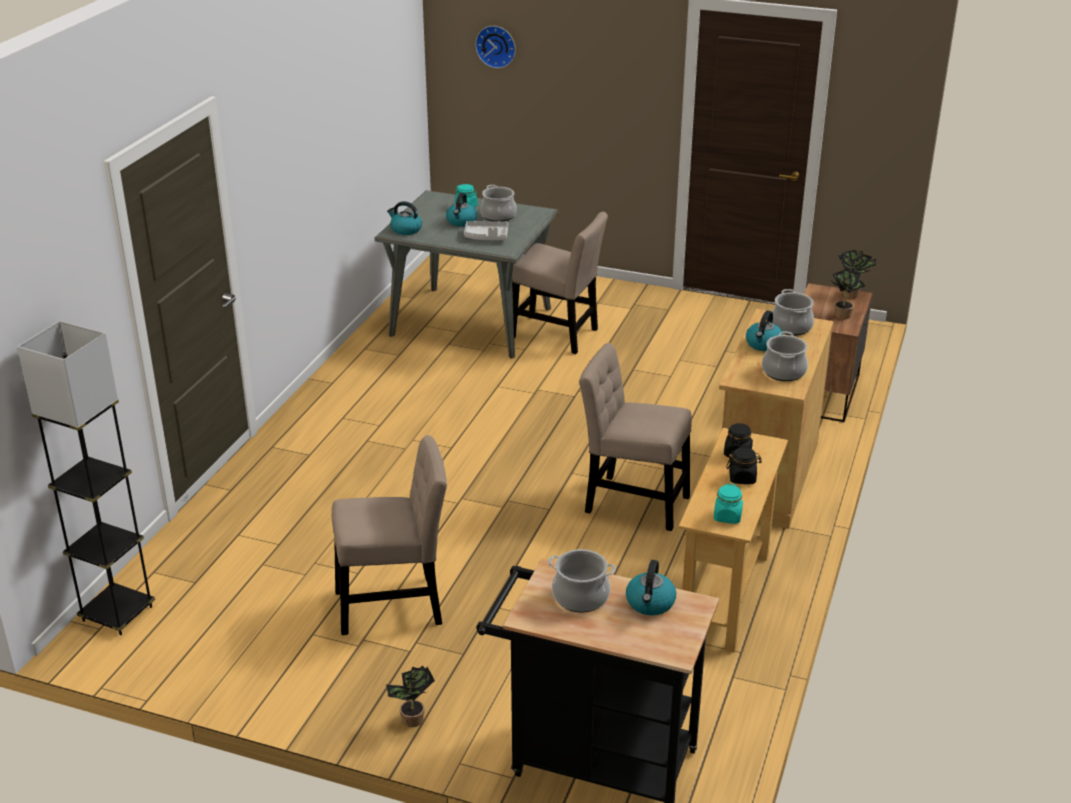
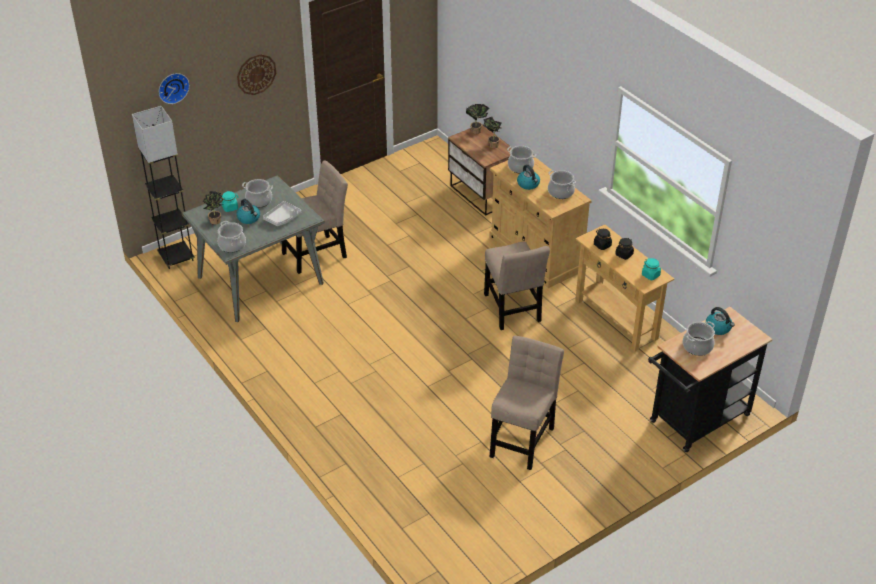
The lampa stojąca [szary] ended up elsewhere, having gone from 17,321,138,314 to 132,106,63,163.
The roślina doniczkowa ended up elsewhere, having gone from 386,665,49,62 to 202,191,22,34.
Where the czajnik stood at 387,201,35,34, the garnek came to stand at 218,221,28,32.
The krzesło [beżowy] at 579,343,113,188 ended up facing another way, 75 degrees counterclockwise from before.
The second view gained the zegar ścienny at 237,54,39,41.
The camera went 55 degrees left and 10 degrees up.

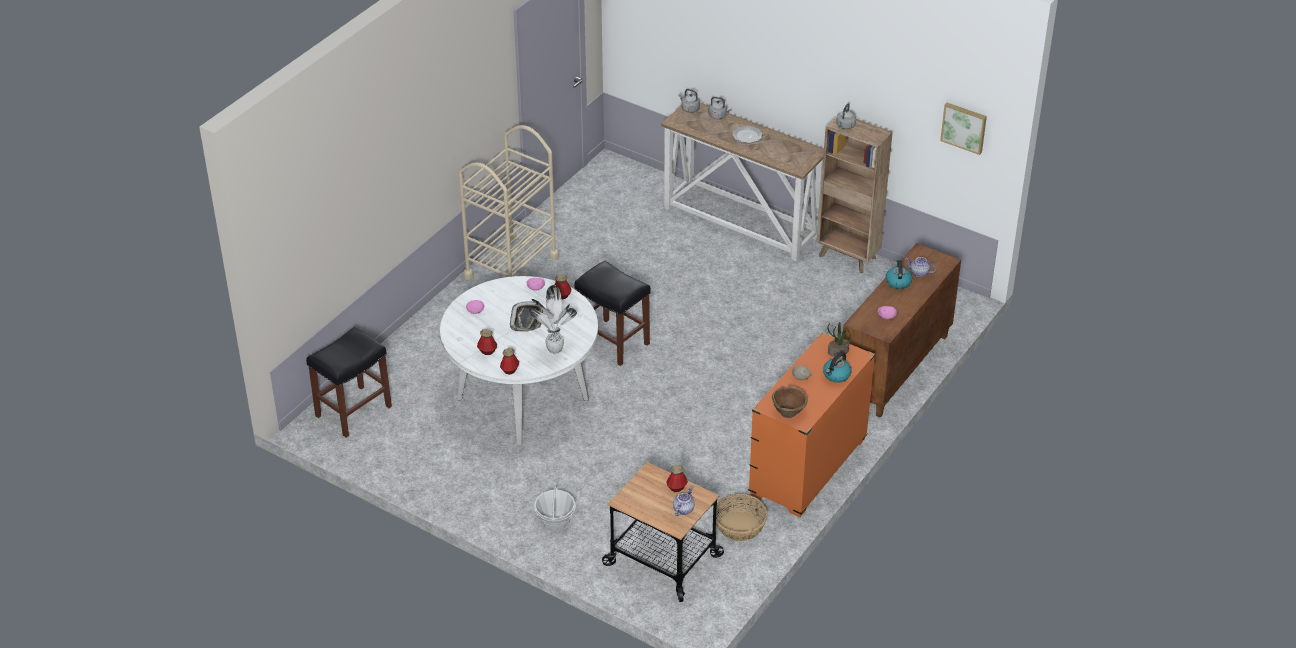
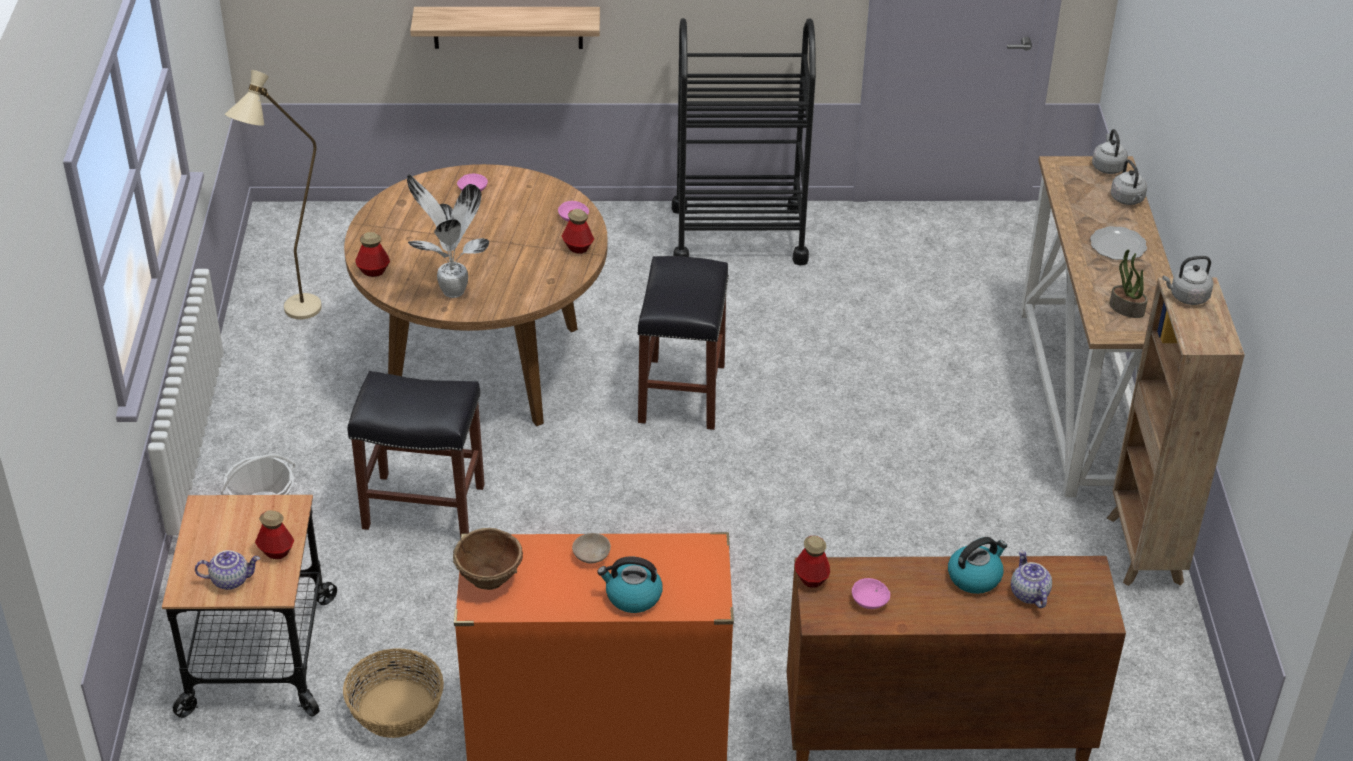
The stołek [czarny] ended up elsewhere, having gone from 306,327,86,110 to 348,371,137,167.
What was the stół jadalny [biały] at 440,276,158,169 turned into the stół jadalny [brązowy] at 344,164,264,262.
What was the wózek [beżowy] at 459,125,100,155 turned into the wózek [czarny] at 672,18,144,247.
The butelka ended up elsewhere, having gone from 477,329,20,26 to 795,536,35,52.
The second view lost the taca at 510,301,34,31.
The roślina doniczkowa ended up elsewhere, having gone from 827,322,25,34 to 1109,250,39,68.
The second view lost the obraz at 940,103,47,52.
The second view gained the lampa stojąca [beżowy] at 225,70,97,249.
The second view gained the półka at 410,7,190,42.
The camera went 55 degrees right and 0 degrees up.

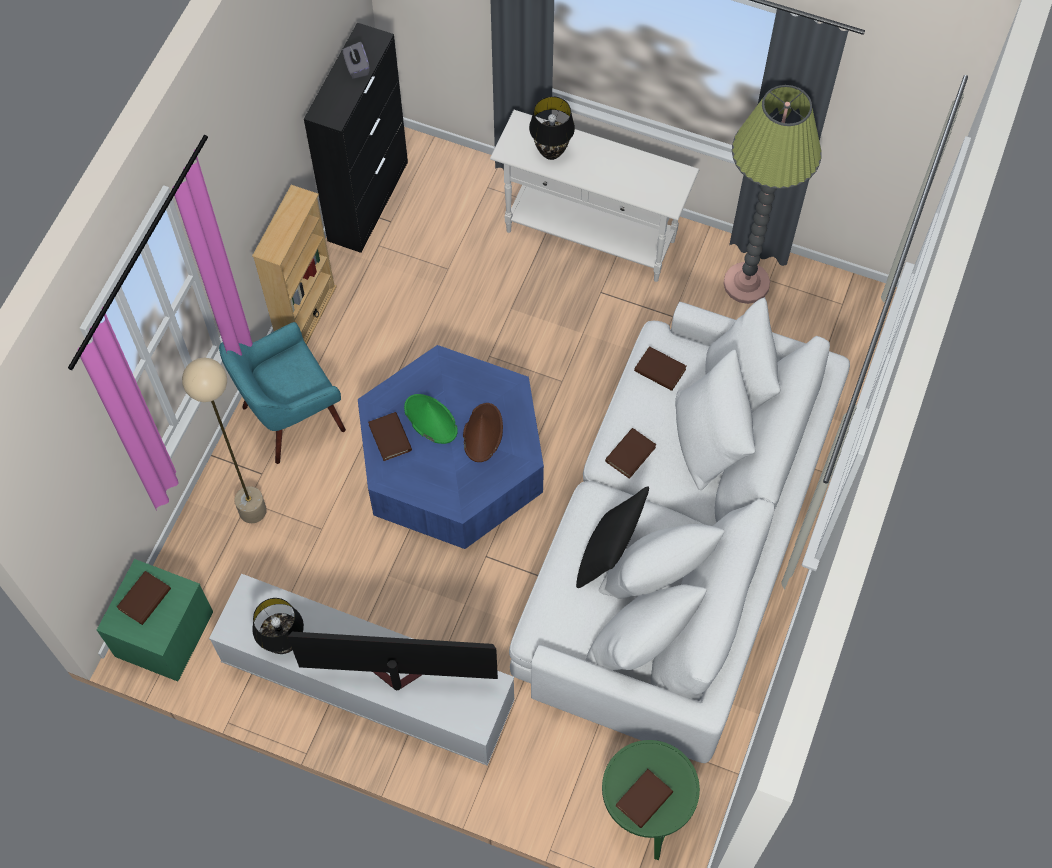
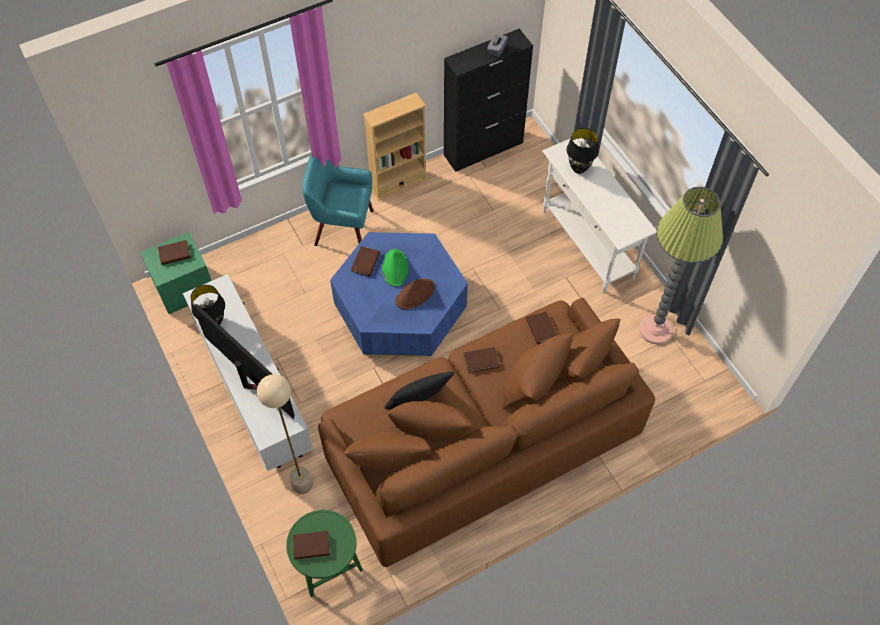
The lampa stojąca [beżowy] ended up elsewhere, having gone from 182,358,85,165 to 257,374,56,120.
What was the kanapa [biały] at 509,297,341,466 turned into the kanapa [brązowy] at 318,298,337,269.
The camera went 40 degrees right and 5 degrees down.

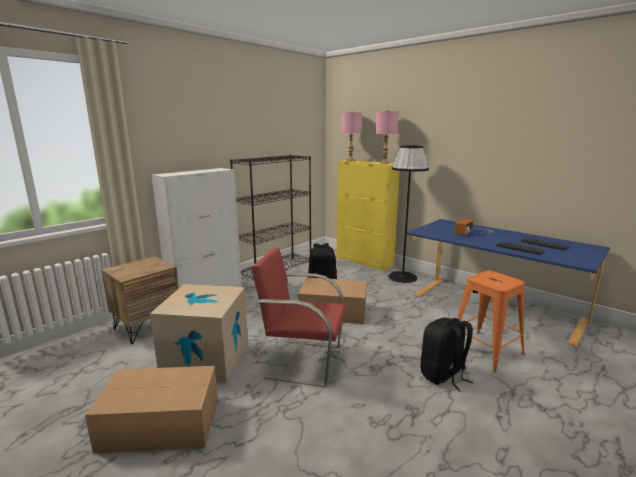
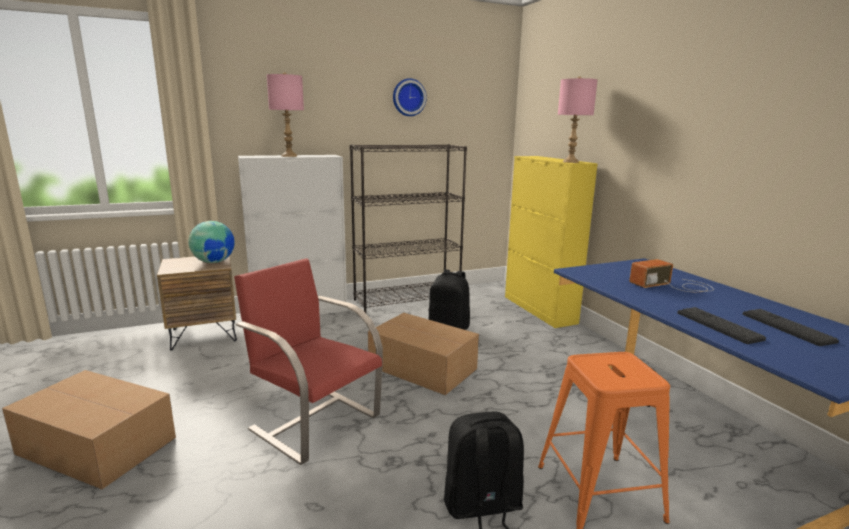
The second view lost the karton at 150,284,98,99.
The lampa stołowa [różowy] ended up elsewhere, having gone from 341,111,21,50 to 267,72,37,85.
The second view lost the lampa stojąca [czarny] at 389,146,40,137.
The second view gained the globus at 188,221,47,42.
The second view gained the zegar ścienny at 393,78,34,38.
The camera went 25 degrees right and 0 degrees up.

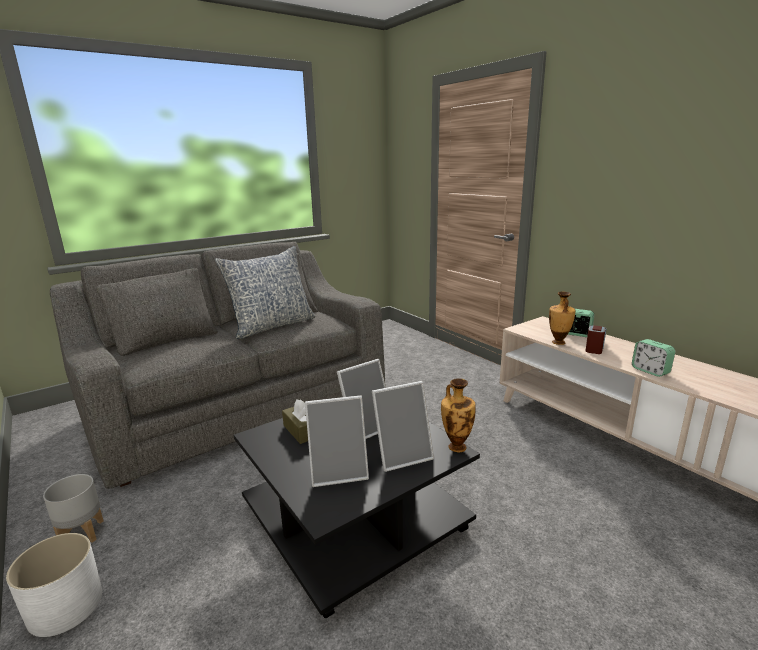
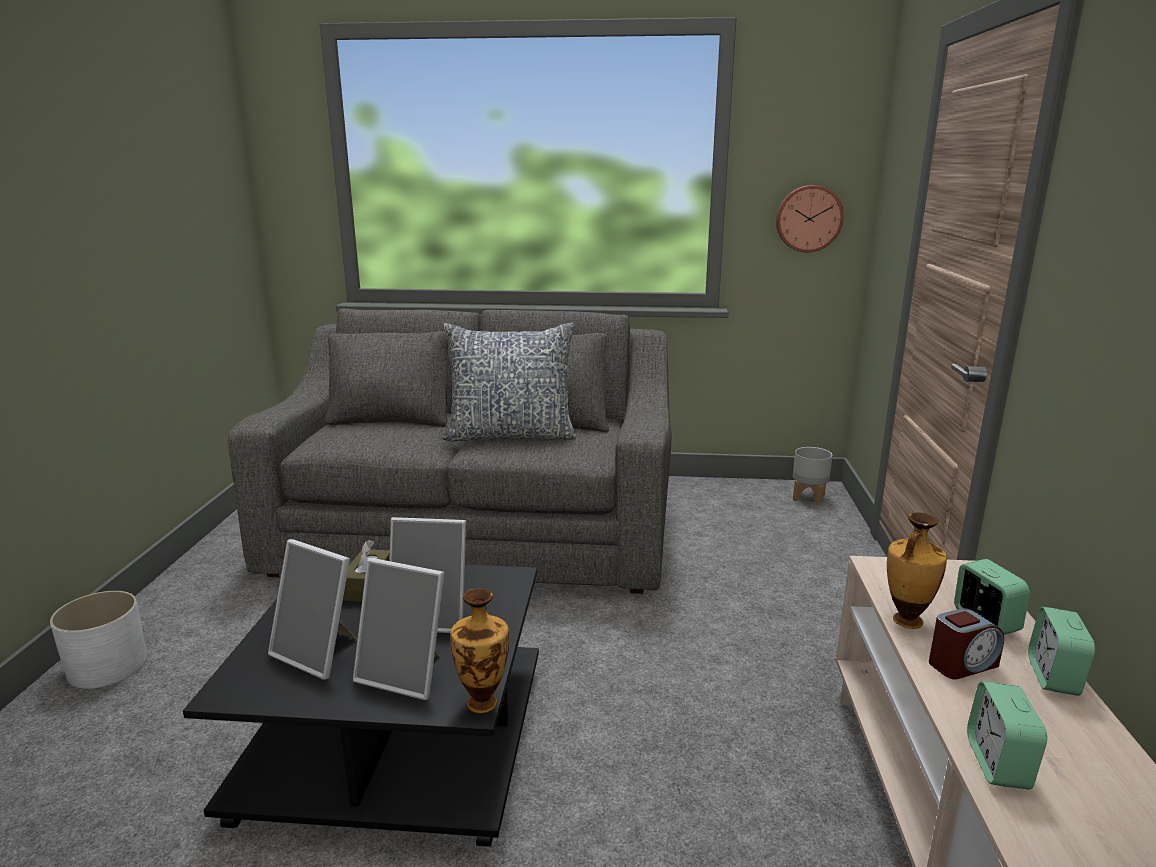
The donica [szary] ended up elsewhere, having gone from 43,474,61,69 to 793,447,40,58.
The second view gained the zegar ścienny at 776,185,68,67.
The second view gained the budzik at 1028,607,67,89.
The camera went 40 degrees right and 0 degrees up.

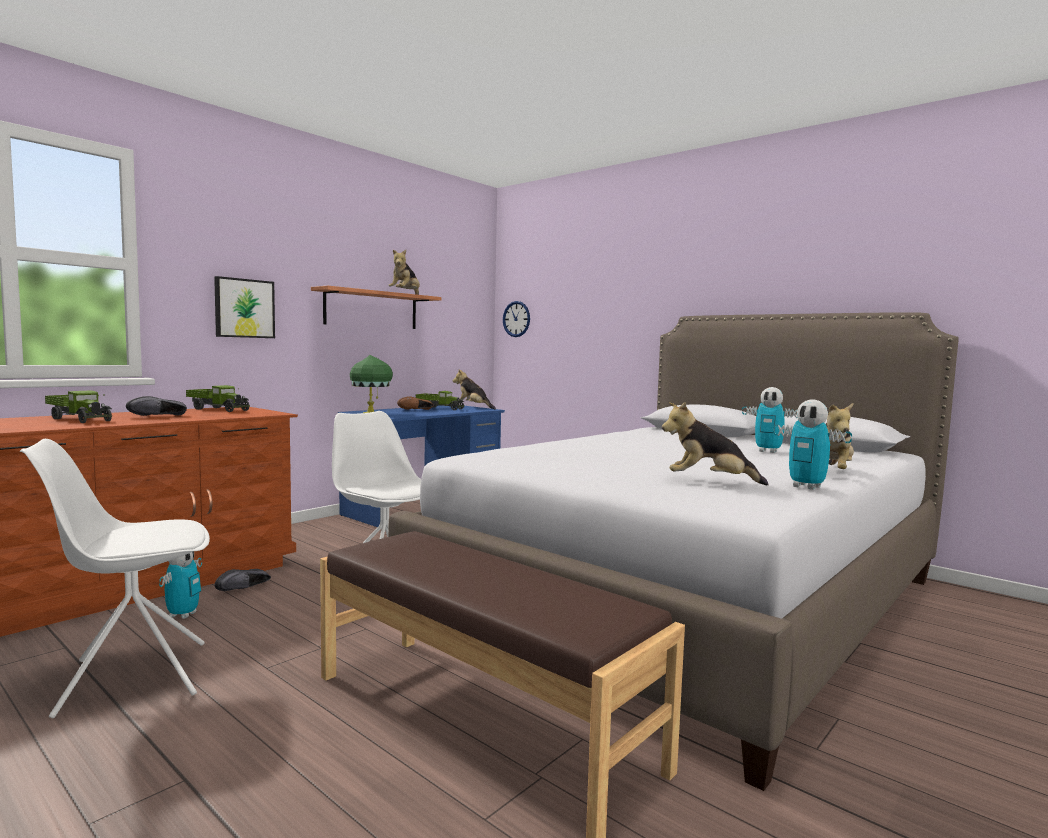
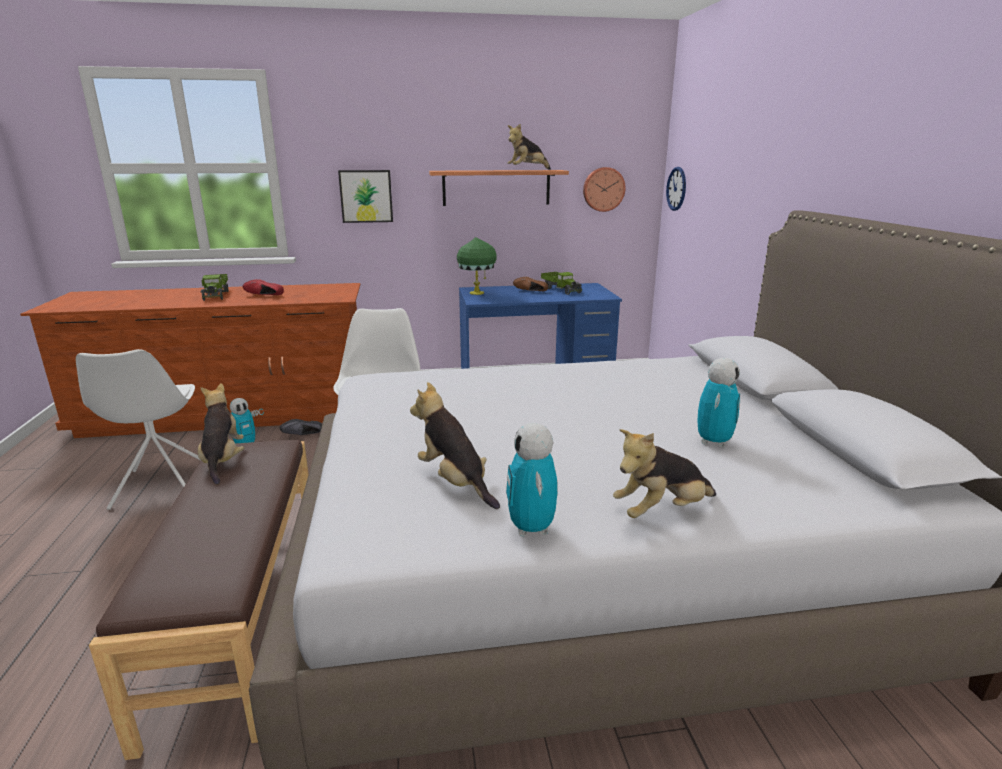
The krzesło [biały] at 20,439,190,279 ended up facing another way, 120 degrees counterclockwise from before.
What was the but [czarny] at 126,396,61,20 turned into the but [czerwony] at 243,279,41,16.
The second view lost the ciężarówka zabawkowa at 186,385,64,27.
The pluszak ended up elsewhere, having gone from 453,369,43,40 to 198,383,46,102.
The robot zabawkowy at 742,387,55,66 ended up facing another way, 135 degrees counterclockwise from before.
The second view gained the zegar ścienny at 583,167,43,45.
The camera went 40 degrees right and 15 degrees up.

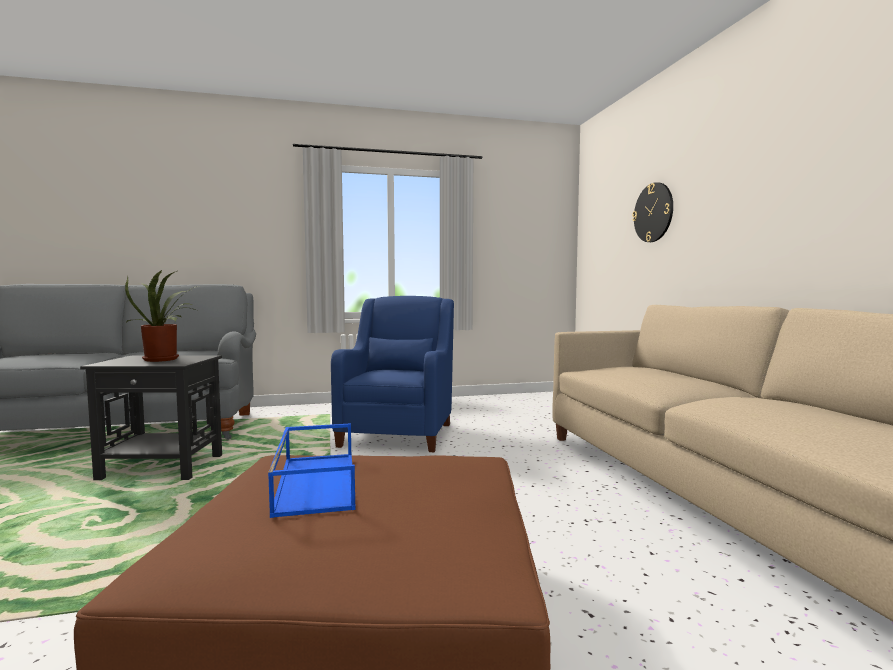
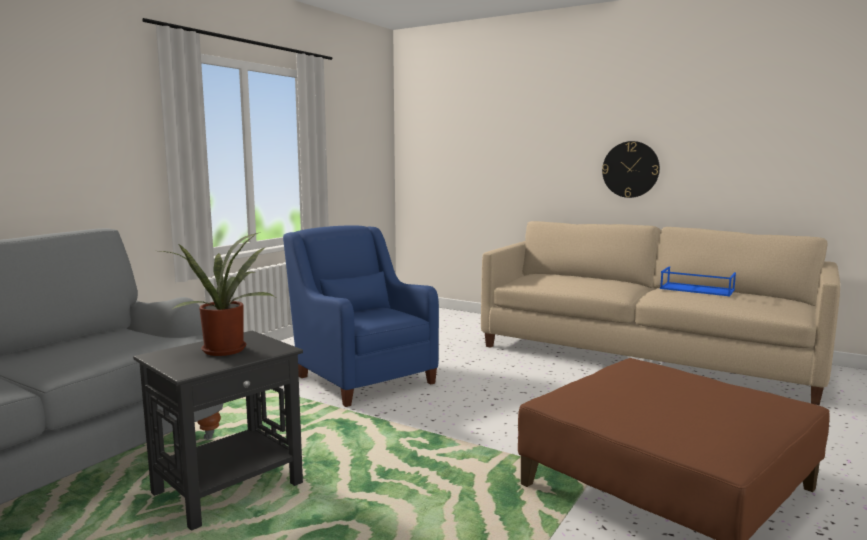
The taca [niebieski] ended up elsewhere, having gone from 268,423,88,95 to 660,267,76,29.
The zegar ścienny ended up elsewhere, having gone from 632,182,41,60 to 602,141,58,57.
The camera went 45 degrees left and 5 degrees up.

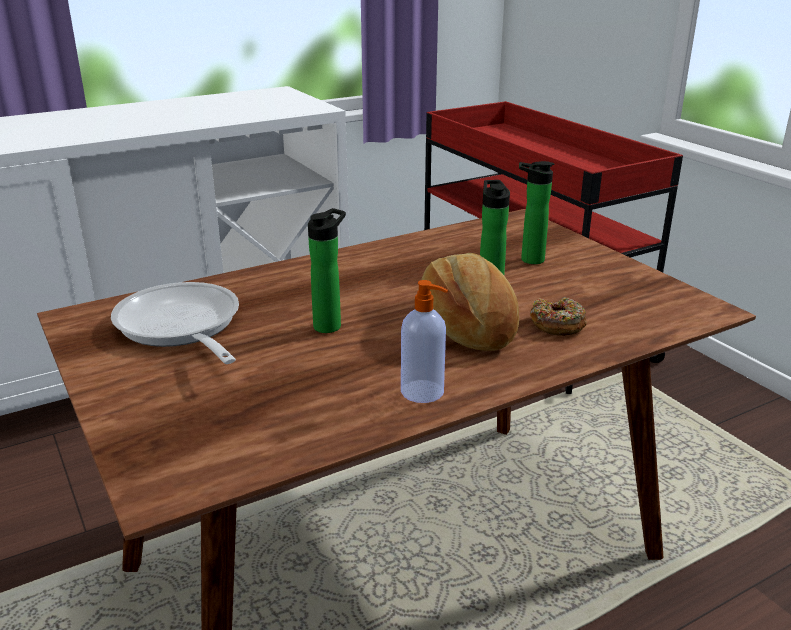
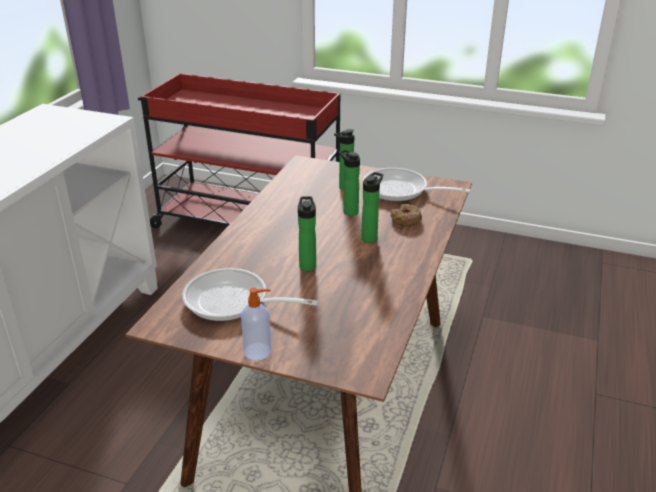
The dozownik mydła ended up elsewhere, having gone from 401,280,47,123 to 241,288,30,72.
Where the chleb stood at 418,253,101,98, the butelka came to stand at 361,172,22,71.
The second view gained the patelnia at 363,168,108,33.
The camera went 40 degrees left and 5 degrees up.

